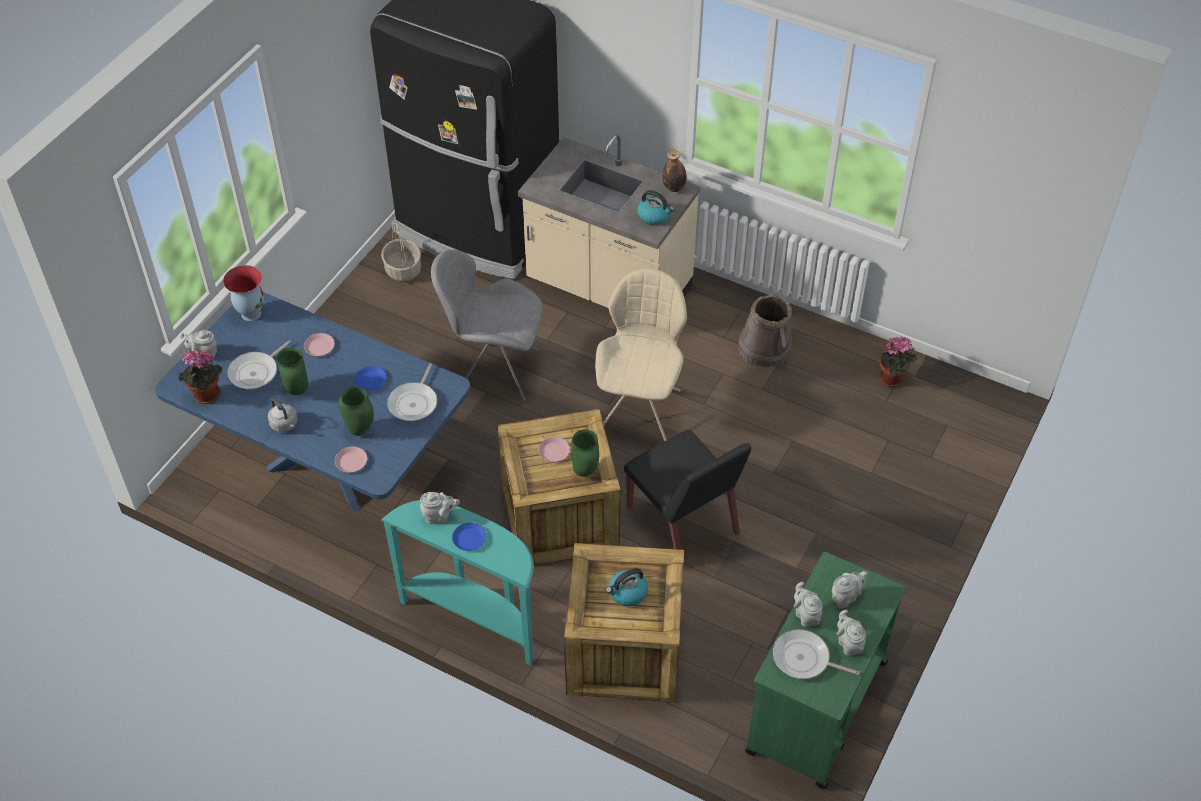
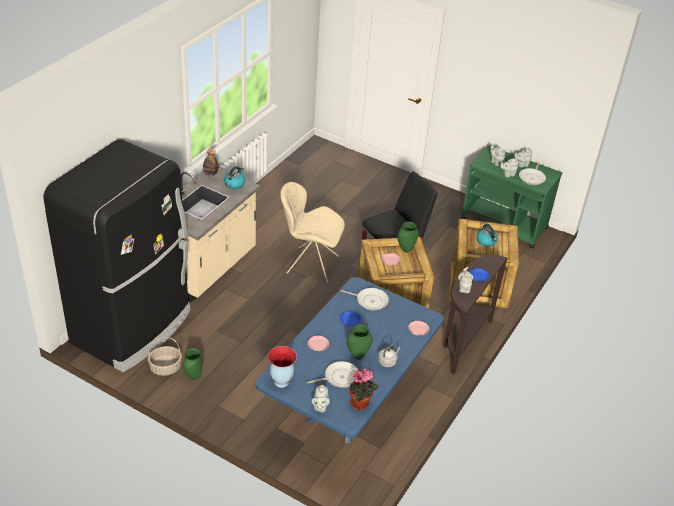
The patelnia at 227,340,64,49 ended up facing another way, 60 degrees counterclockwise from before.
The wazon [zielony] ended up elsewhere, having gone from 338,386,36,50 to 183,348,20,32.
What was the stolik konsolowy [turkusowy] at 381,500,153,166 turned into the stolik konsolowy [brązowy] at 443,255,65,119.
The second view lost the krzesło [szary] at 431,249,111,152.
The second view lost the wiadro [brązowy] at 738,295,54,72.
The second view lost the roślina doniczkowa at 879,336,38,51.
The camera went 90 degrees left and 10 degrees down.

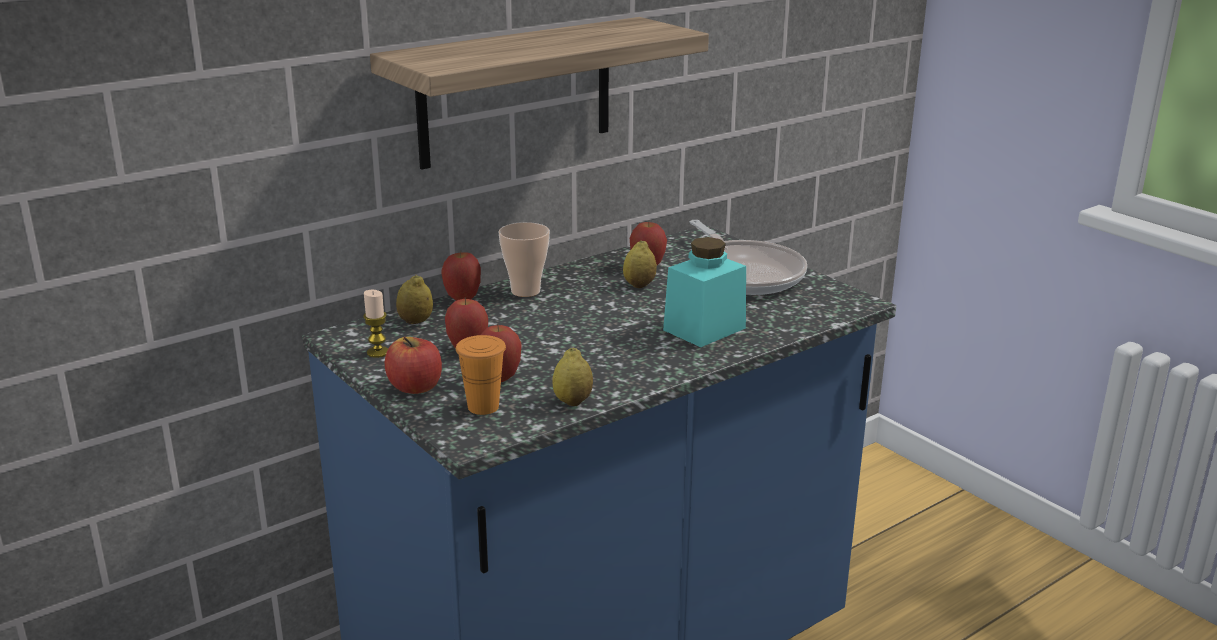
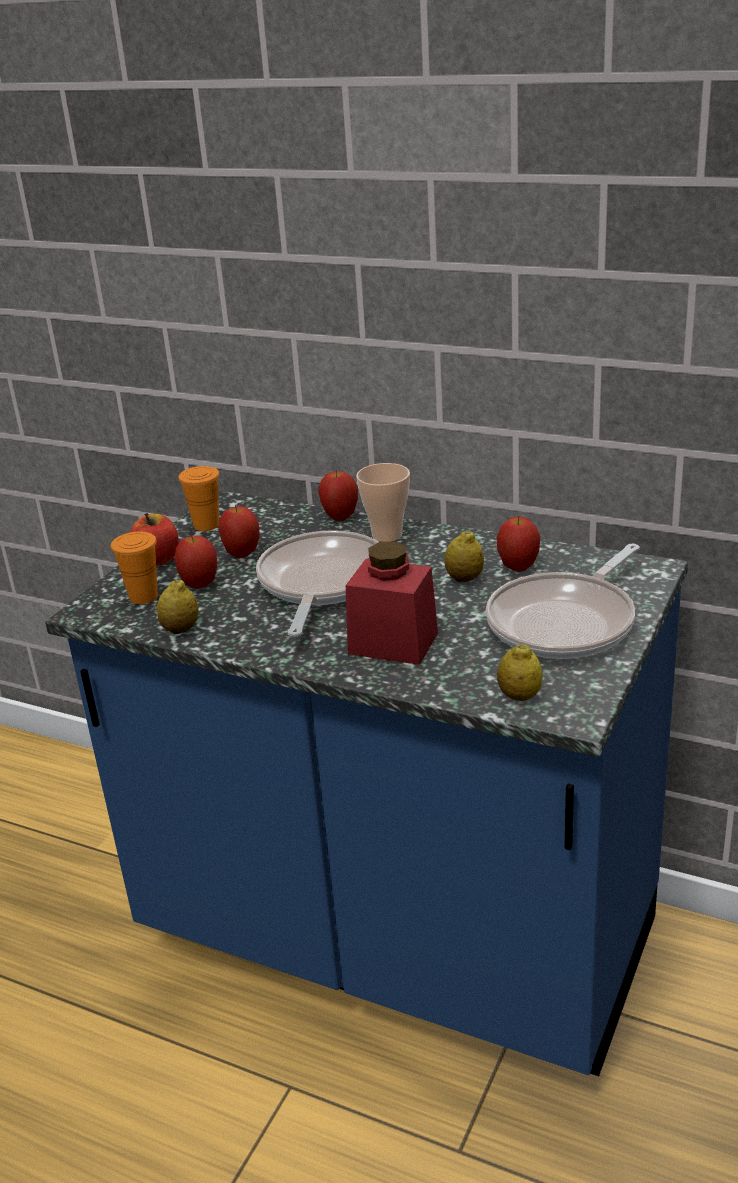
Where the świeca stood at 363,290,25,68, the filiżanka [pomarańczowy] came to stand at 179,466,40,65.
The second view lost the półka at 370,17,339,152.
The cytryna ended up elsewhere, having gone from 396,275,37,49 to 497,644,46,57.
What was the słoik [turkusowy] at 663,237,83,110 turned into the słoik [czerwony] at 346,541,92,124.
The second view gained the patelnia at 256,530,122,107.
The camera went 65 degrees right and 5 degrees up.

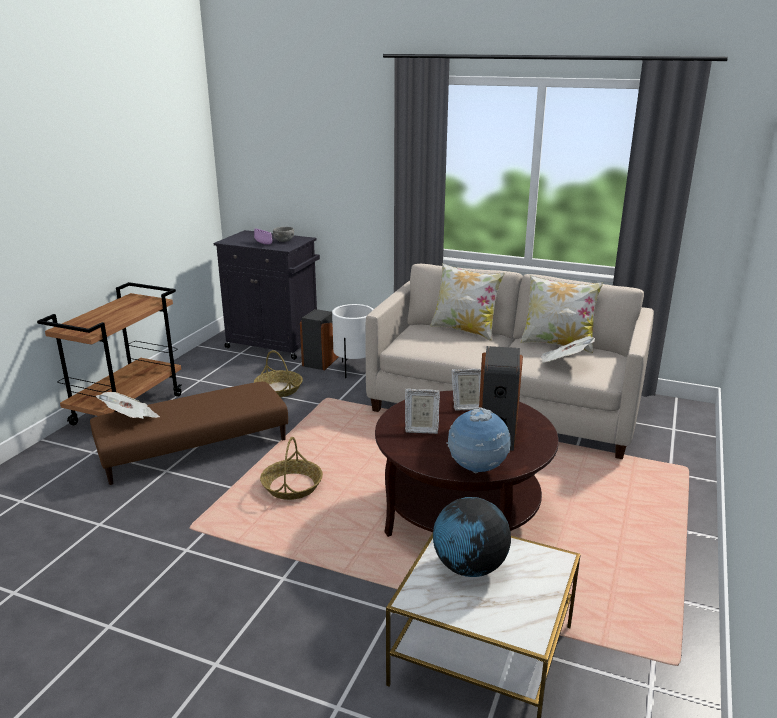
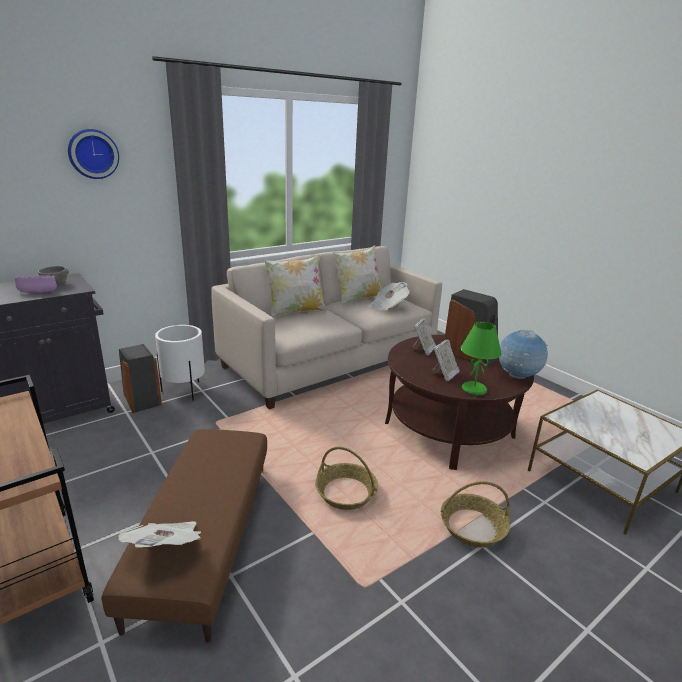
The koszyk ended up elsewhere, having gone from 254,350,49,47 to 441,481,69,66.
The second view lost the globus at 433,497,78,80.
The second view gained the zegar ścienny at 68,129,51,50.
The second view gained the lampa stołowa [zielony] at 461,322,41,74.
The camera went 60 degrees left and 0 degrees up.

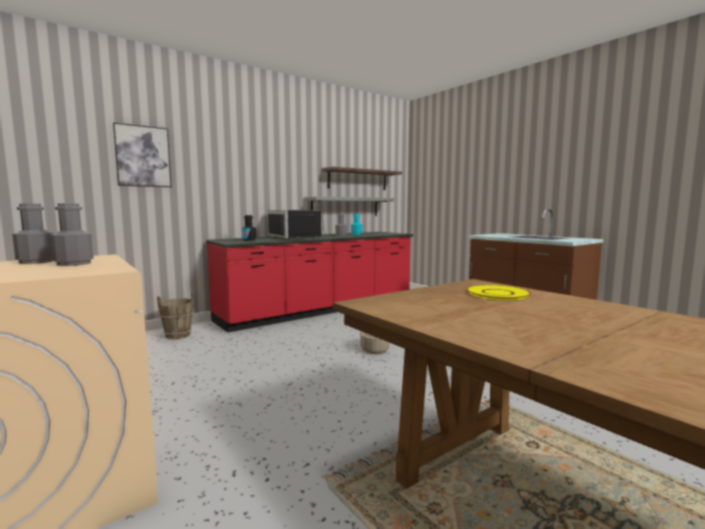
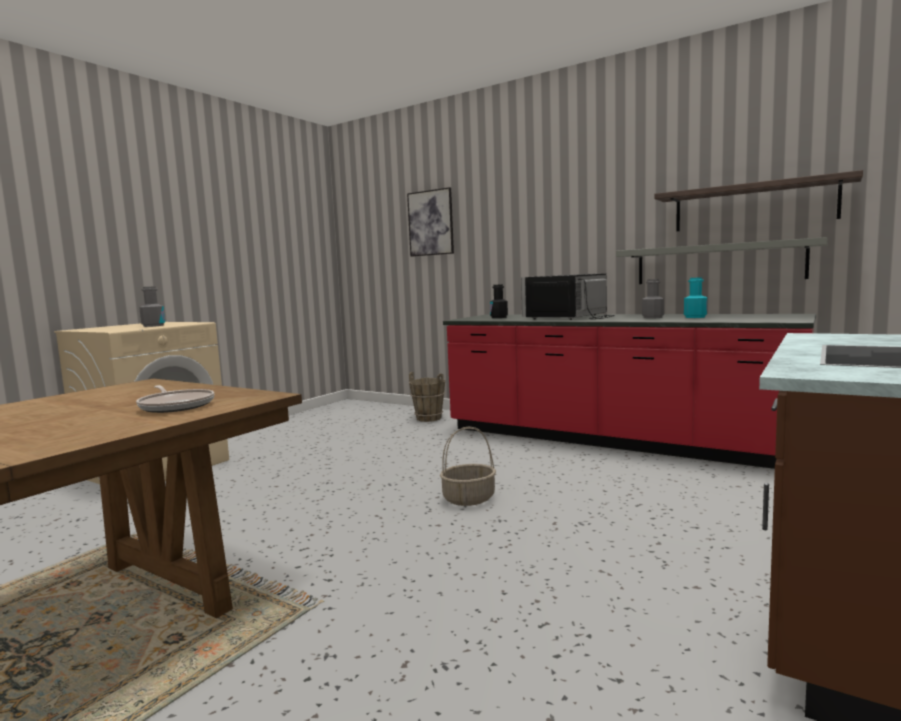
The second view lost the butelka [szary] at 12,204,42,60.
Where the talerz [żółty] stood at 466,285,65,15, the patelnia came to stand at 136,385,78,28.
The camera went 70 degrees right and 0 degrees up.

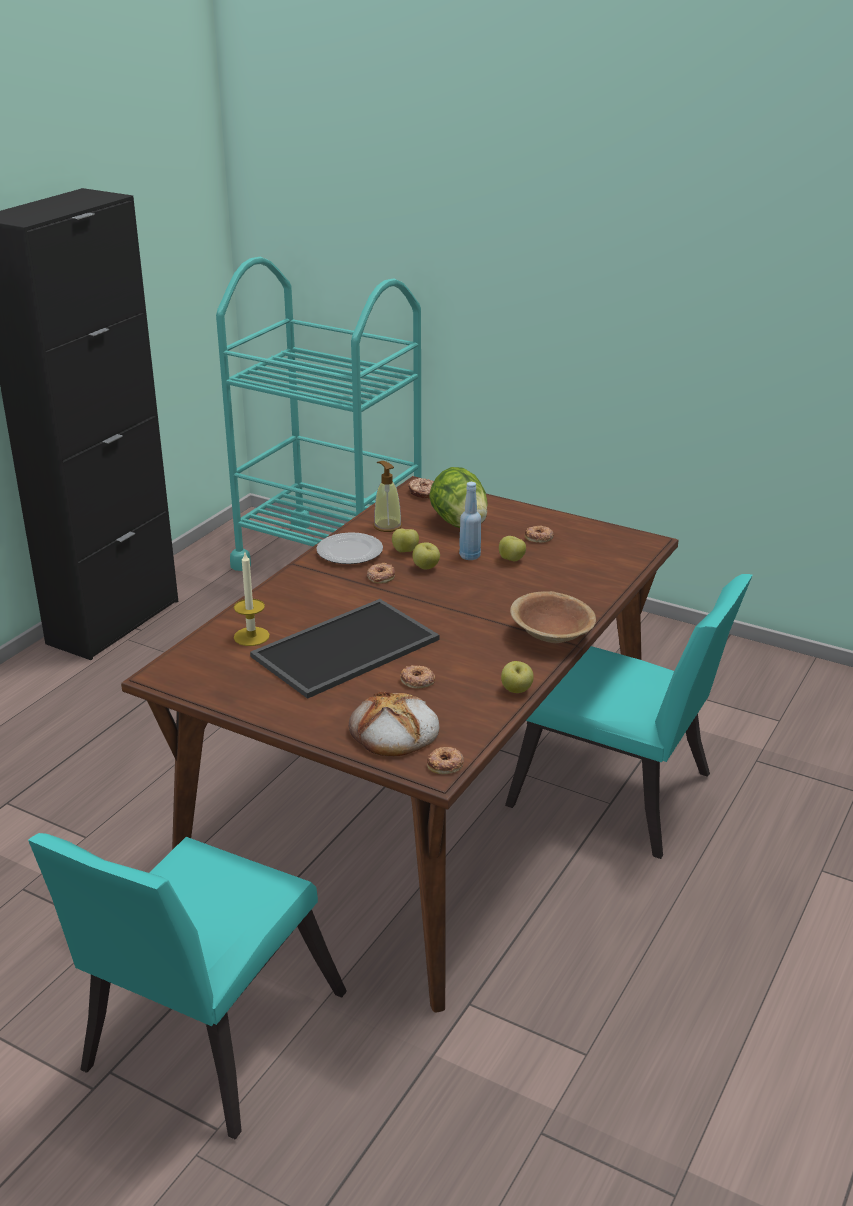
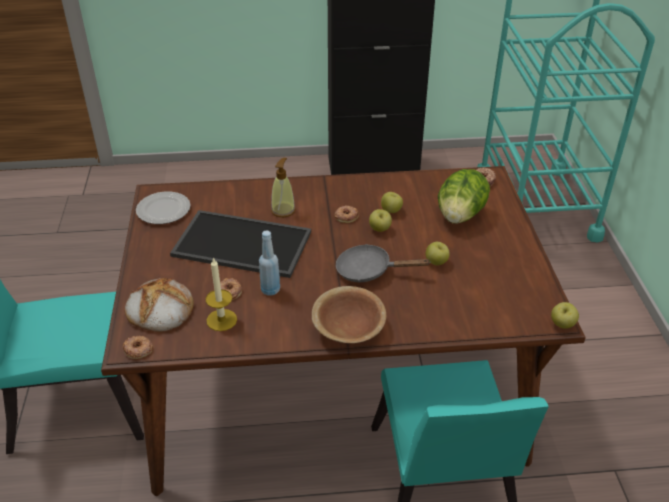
The świeca ended up elsewhere, having gone from 234,553,36,93 to 205,258,32,73.
The talerz ended up elsewhere, having gone from 316,532,67,32 to 136,191,55,33.
The dozownik mydła ended up elsewhere, having gone from 374,461,28,71 to 271,158,24,59.
The butelka [niebieski] ended up elsewhere, having gone from 459,482,22,78 to 259,230,21,66.
The jabłko ended up elsewhere, having gone from 501,661,33,32 to 551,302,28,27.
The second view lost the donut at 525,525,29,18.
The second view gained the patelnia [szary] at 336,244,95,39.
The camera went 55 degrees right and 10 degrees up.

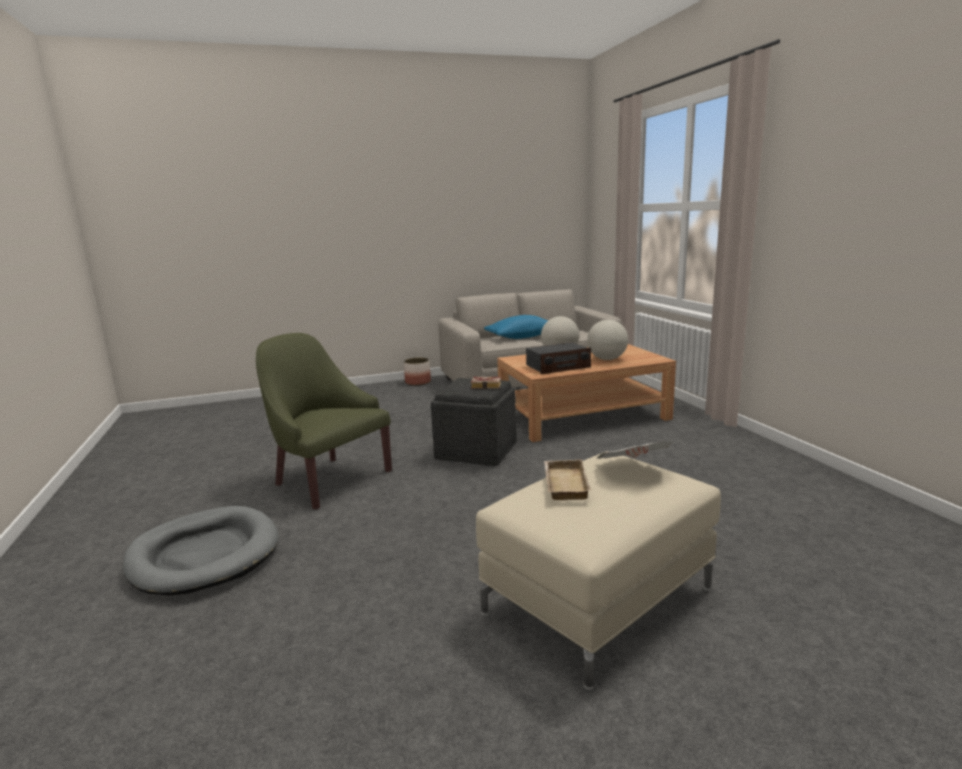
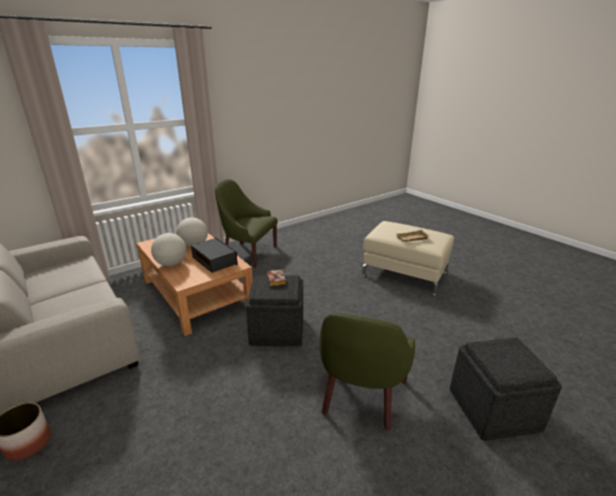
Where the legowisko [szary] stood at 123,506,156,89, the pufa [szary] came to stand at 450,337,112,104.
The second view lost the poduszka [niebieski] at 484,315,64,24.
The second view lost the gazeta at 596,442,77,17.
The second view gained the fotel [zielony] at 215,179,63,89.
The camera went 110 degrees left and 10 degrees up.

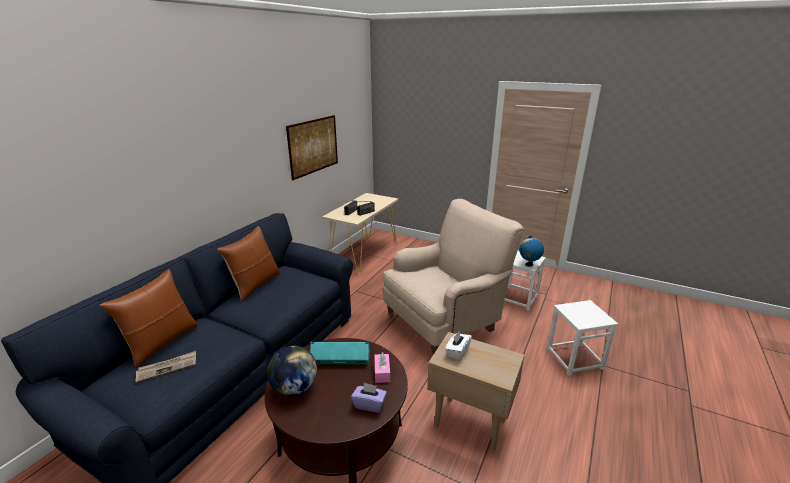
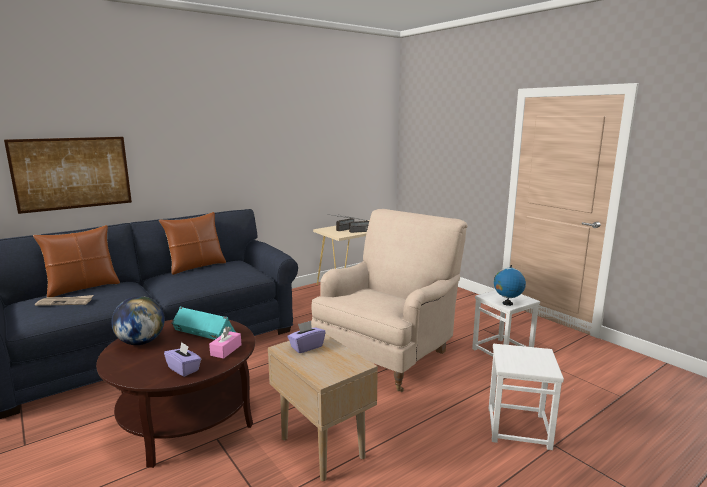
The obraz ended up elsewhere, having gone from 286,115,52,65 to 4,137,128,77.
The fotel [beżowy] at 383,199,141,156 ended up facing another way, 45 degrees counterclockwise from before.
What was the pudełko chusteczek [biały] at 445,331,27,30 turned into the pudełko chusteczek [fioletowy] at 288,321,38,32.
The camera went 25 degrees right and 10 degrees down.

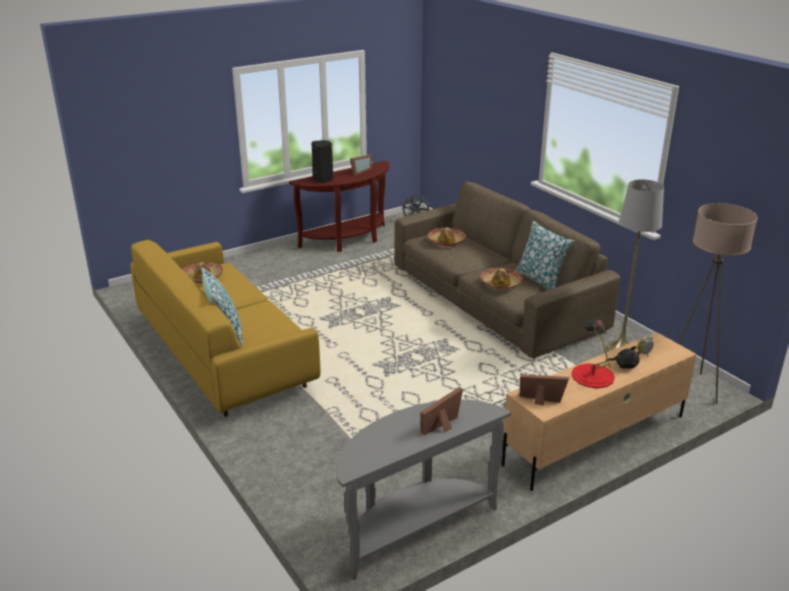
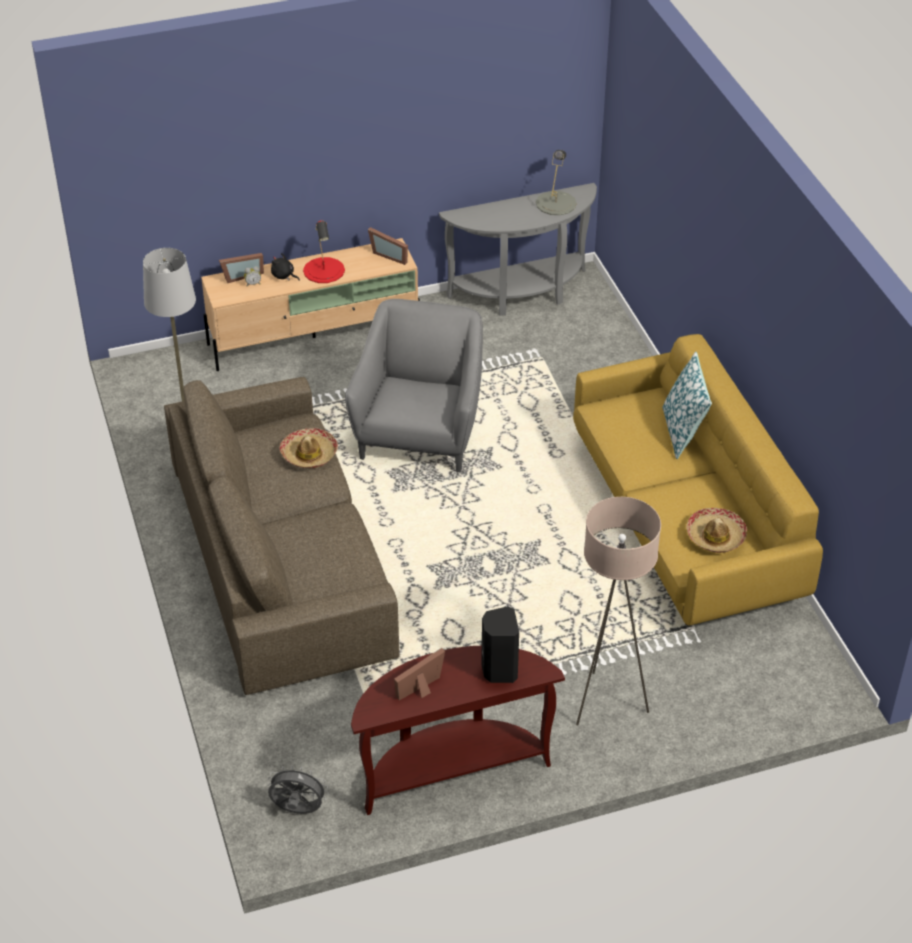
The ramka na zdjęcie ended up elsewhere, having gone from 421,387,42,48 to 219,253,45,30.
The second view lost the kapelusz at 428,228,38,18.
The second view lost the poduszka at 515,221,59,69.
The lampa stojąca [beżowy] ended up elsewhere, having gone from 679,203,79,201 to 576,497,85,229.
The second view gained the fotel [szary] at 345,299,138,173.
The second view gained the lampa stołowa [szary] at 536,150,41,65.
The camera went 165 degrees left and 15 degrees up.

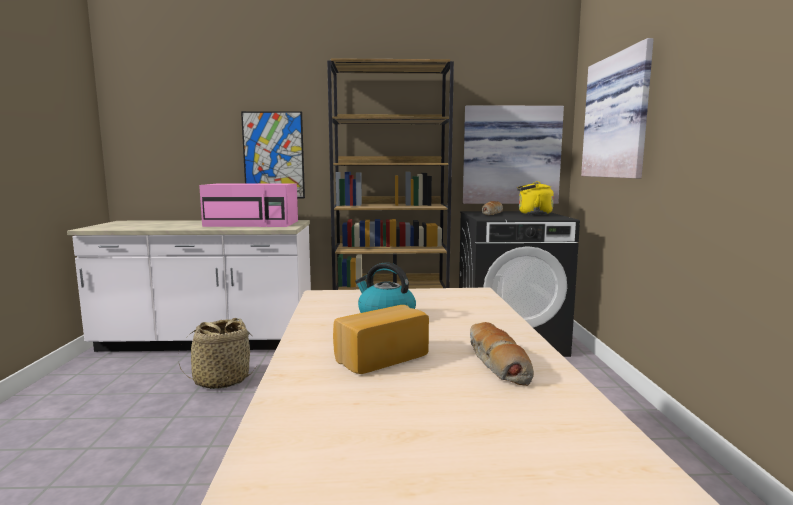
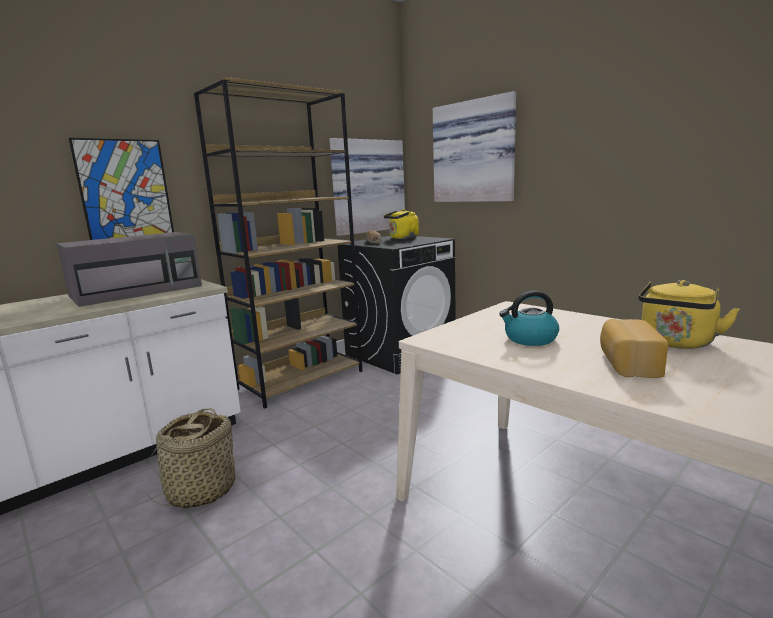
What was the mikrofalówka [różowy] at 199,183,99,44 turned into the mikrofalówka [szary] at 56,232,146,75.
Where the chleb stood at 470,322,64,64, the czajnik [żółty] came to stand at 638,280,102,69.
The camera went 40 degrees left and 5 degrees up.

